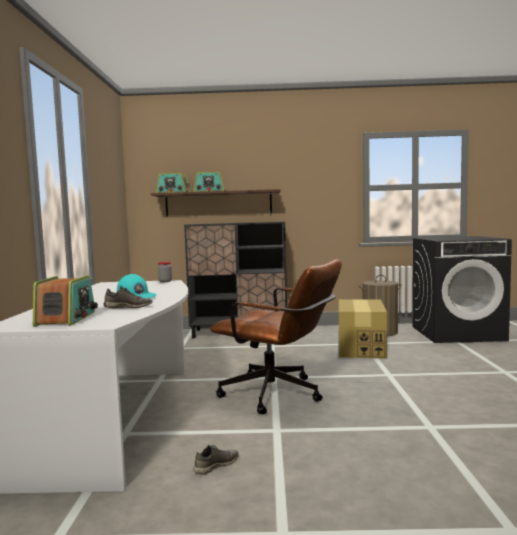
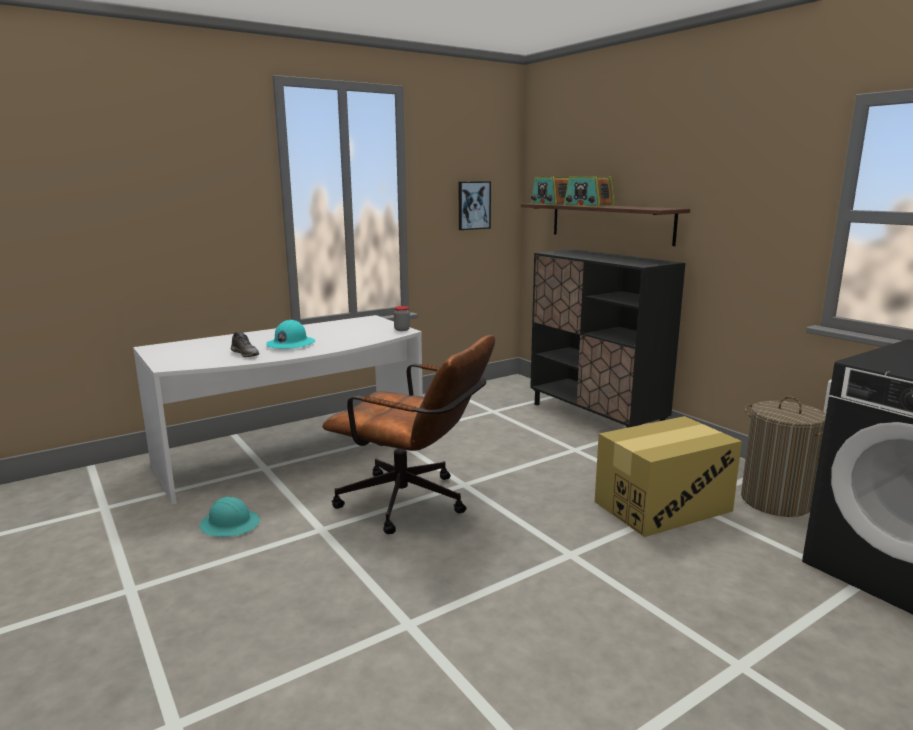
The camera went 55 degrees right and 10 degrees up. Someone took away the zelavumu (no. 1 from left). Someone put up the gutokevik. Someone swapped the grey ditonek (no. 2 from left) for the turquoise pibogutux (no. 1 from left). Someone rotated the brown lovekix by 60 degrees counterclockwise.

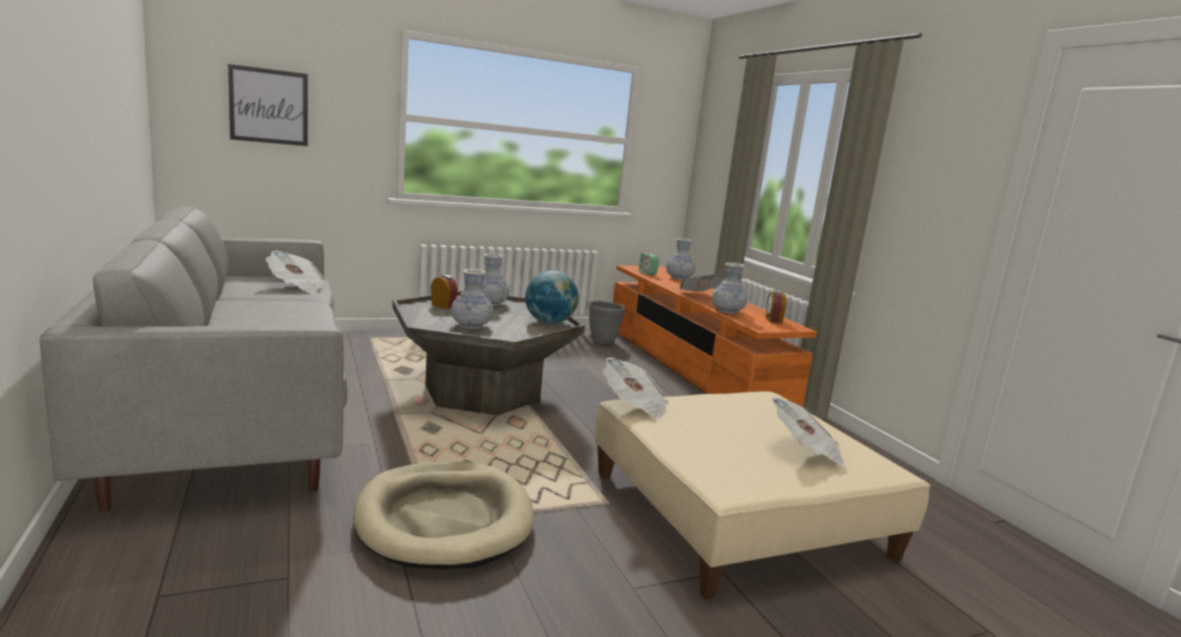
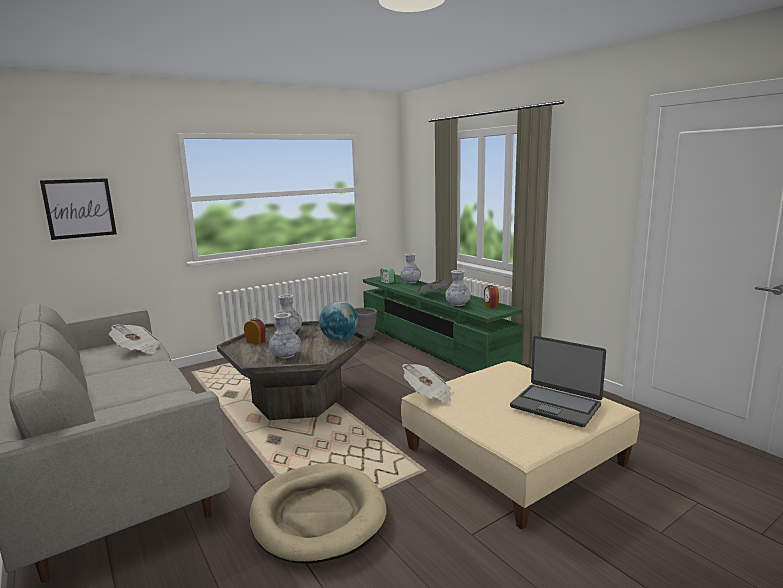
The camera went 10 degrees left and 0 degrees up. Someone swapped the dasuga (no. 4 from left) for the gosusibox. Someone repainted the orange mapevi, which became the green mapevi.

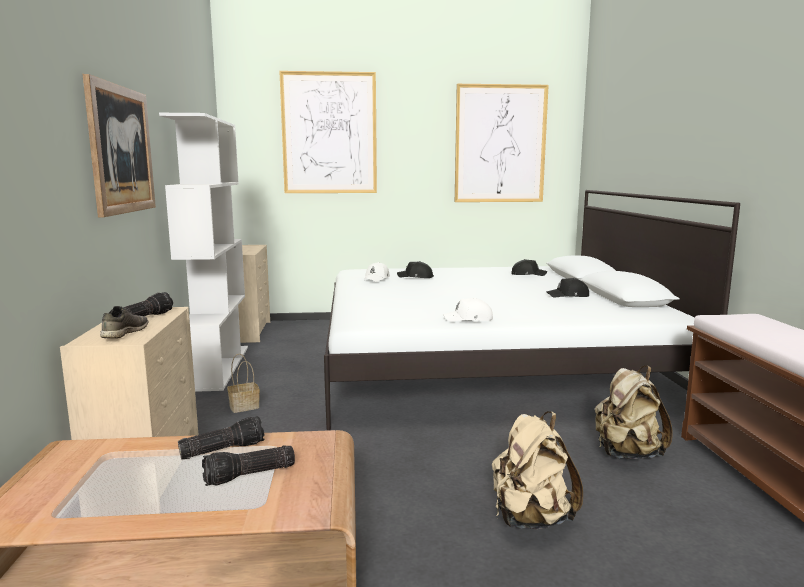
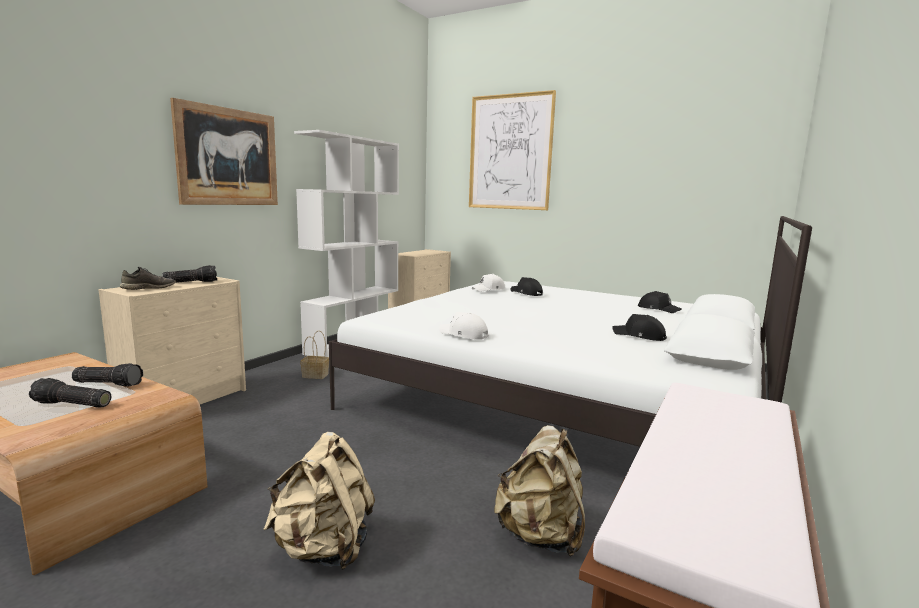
The camera went 35 degrees right and 0 degrees up. Someone took away the gutokevik (no. 3 from left).

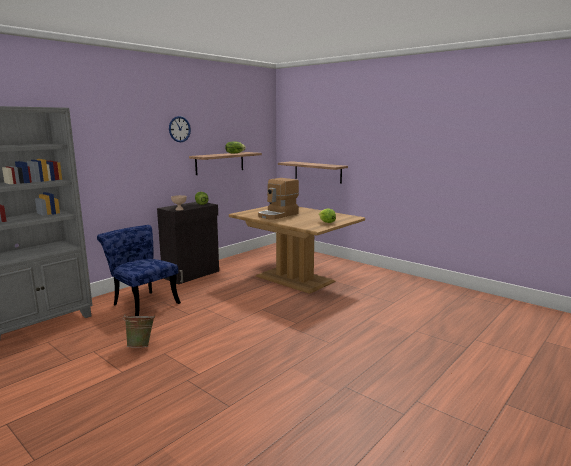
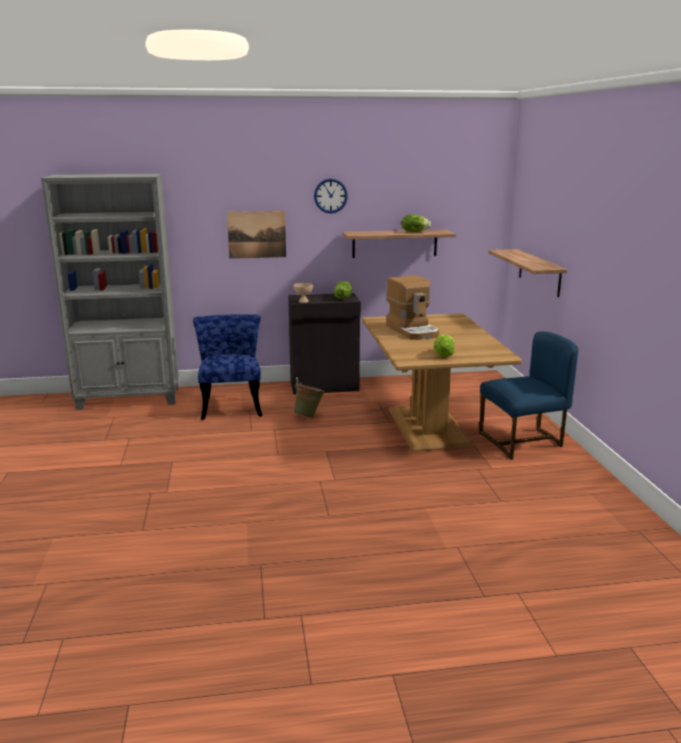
The camera went 40 degrees right and 5 degrees up. Someone put up the gutokevik. Someone put down the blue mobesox (no. 2 from left). Someone carried the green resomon. Someone rotated the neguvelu by 105 degrees counterclockwise.

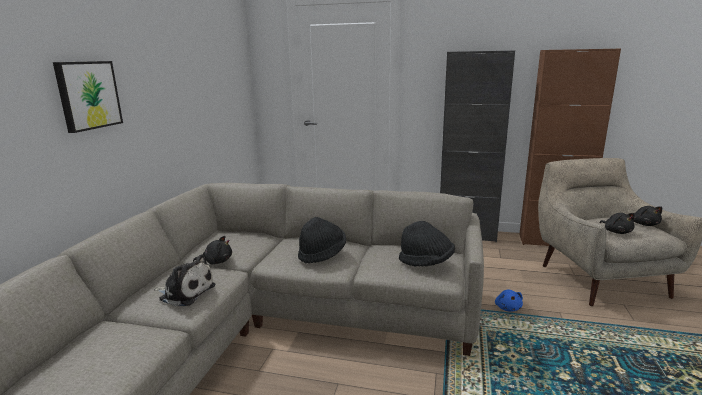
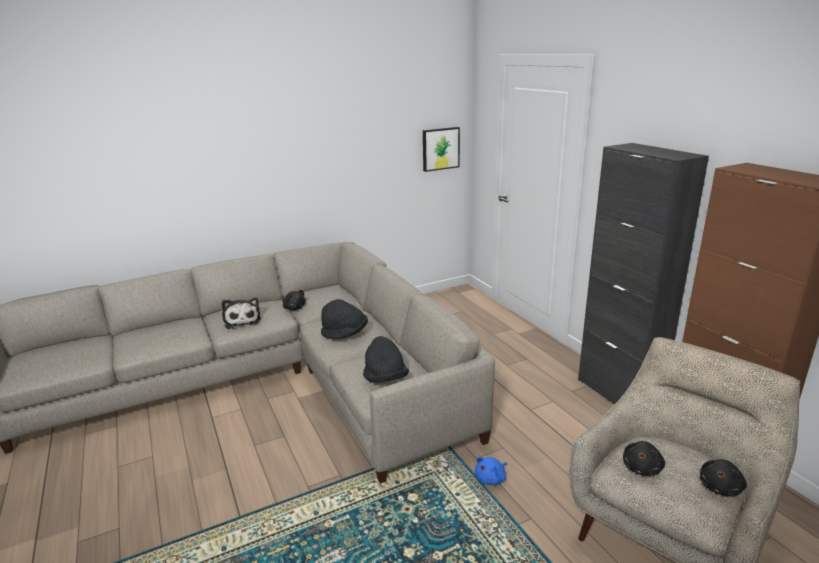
The camera went 50 degrees right and 5 degrees up. Someone carried the gutokevik.

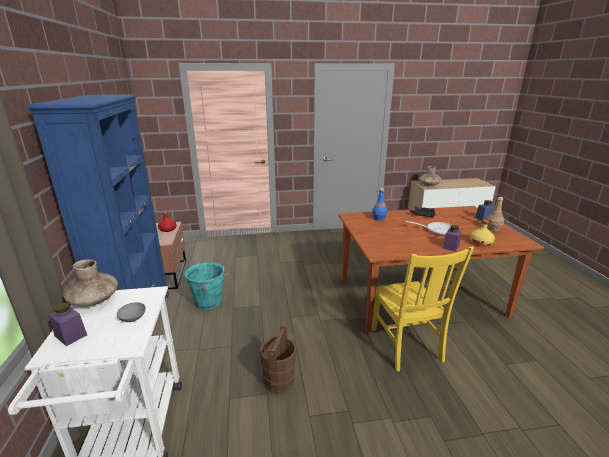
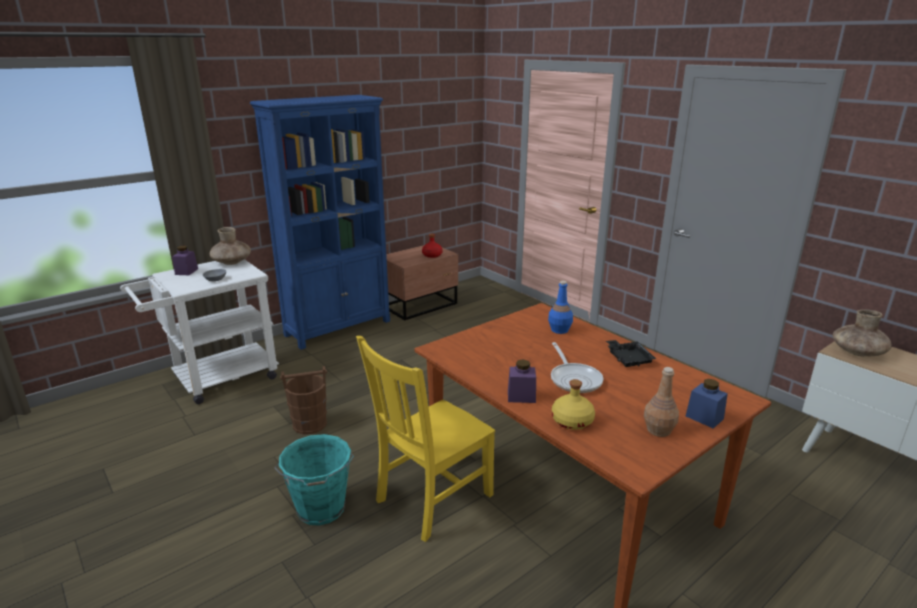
The camera went 60 degrees right and 0 degrees up. Someone carried the turquoise resomon.

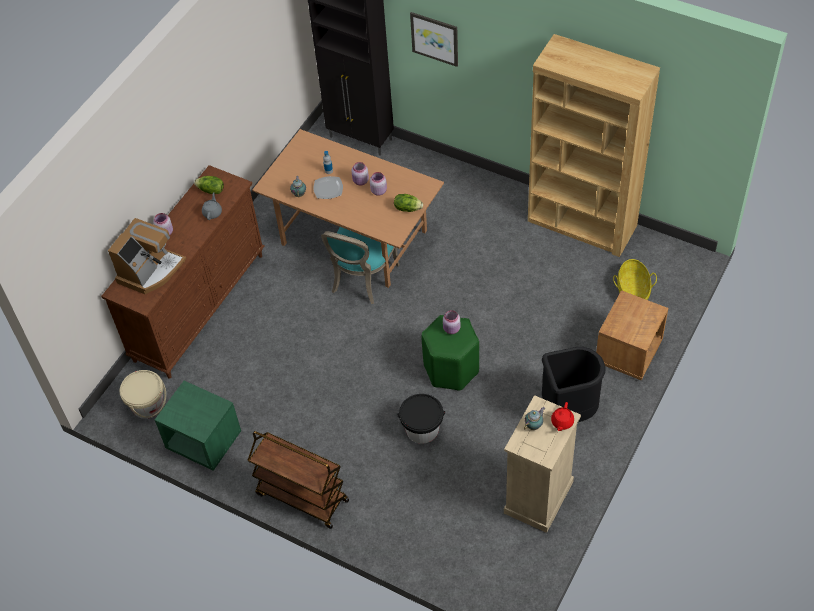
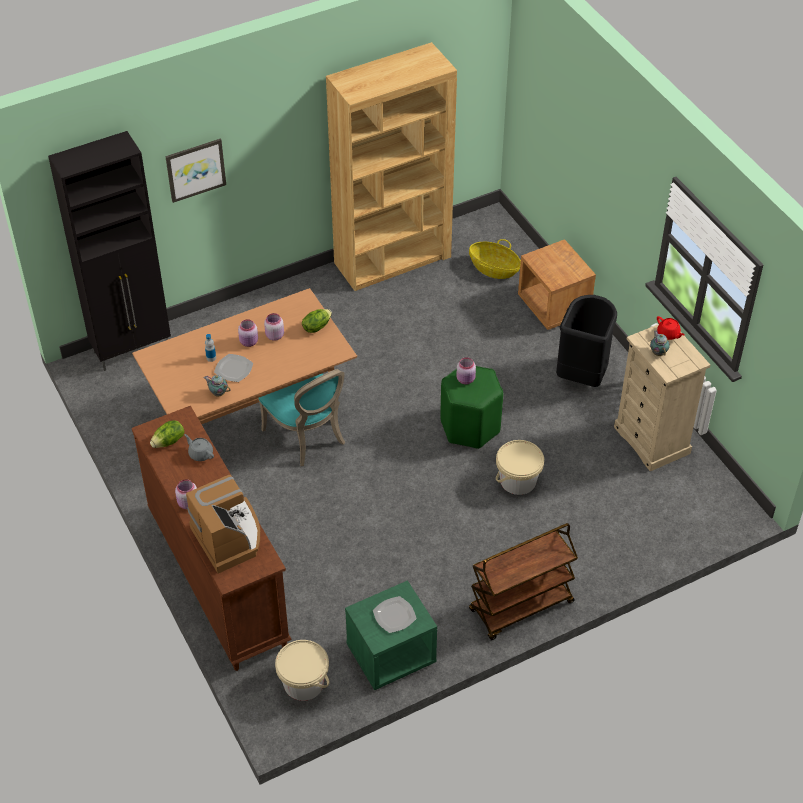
The camera went 60 degrees left and 5 degrees down. Someone put down the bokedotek (no. 2 from left). Someone repainted the black resomon, which became the beige resomon (no. 2 from left).

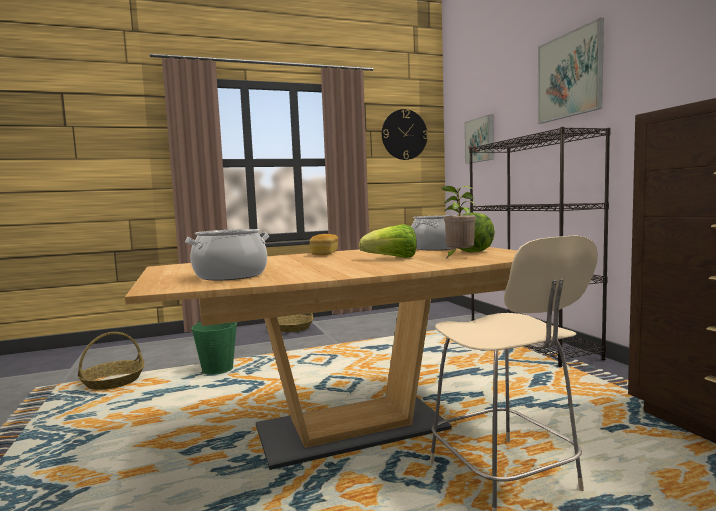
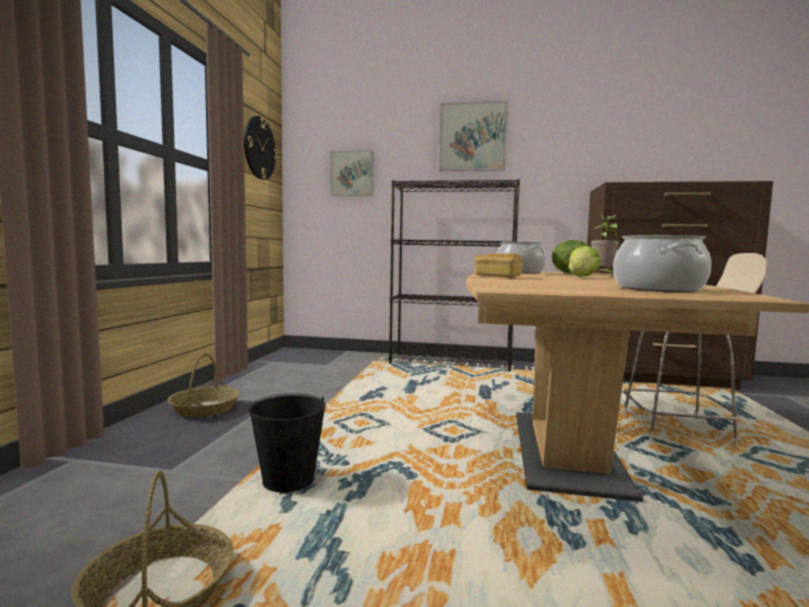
The camera went 60 degrees left and 0 degrees up. Someone repainted the green resomon, which became the black resomon.

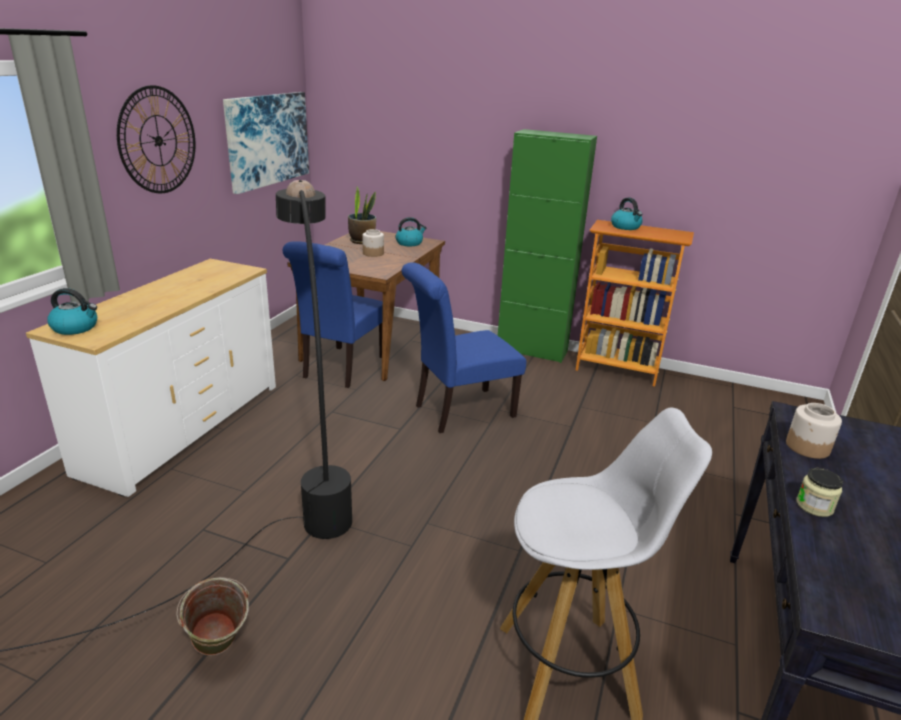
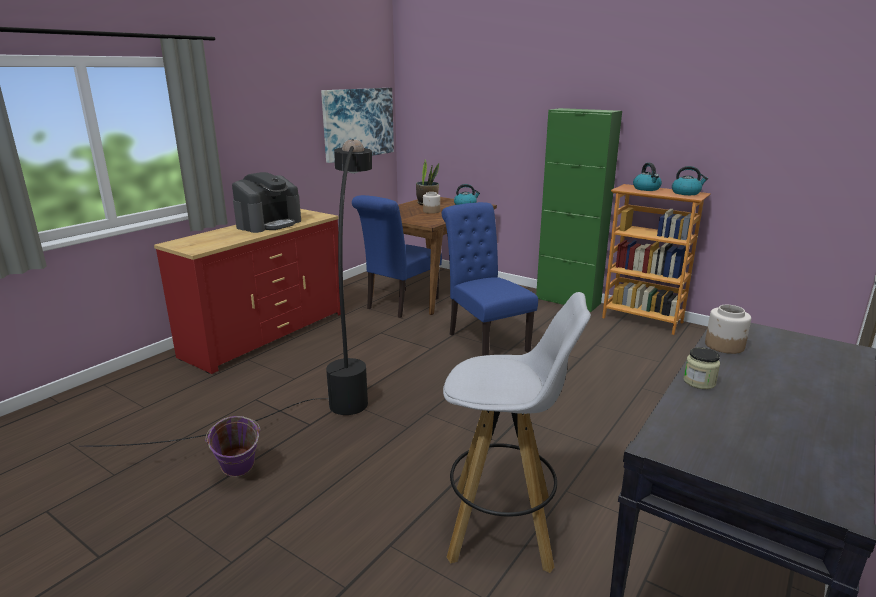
The camera went 15 degrees right and 5 degrees down. Someone took away the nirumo. Someone put down the neguvelu. Someone carried the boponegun (no. 1 from left in the first image). Someone repainted the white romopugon, which became the red romopugon. Someone repainted the green resomon, which became the purple resomon. Someone rotated the blue mobesox (no. 2 from left) by 75 degrees clockwise.

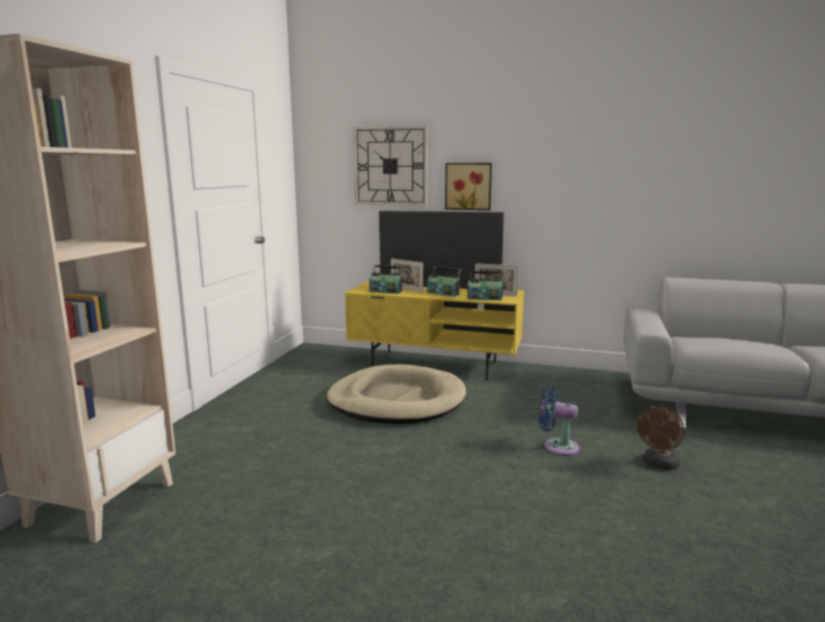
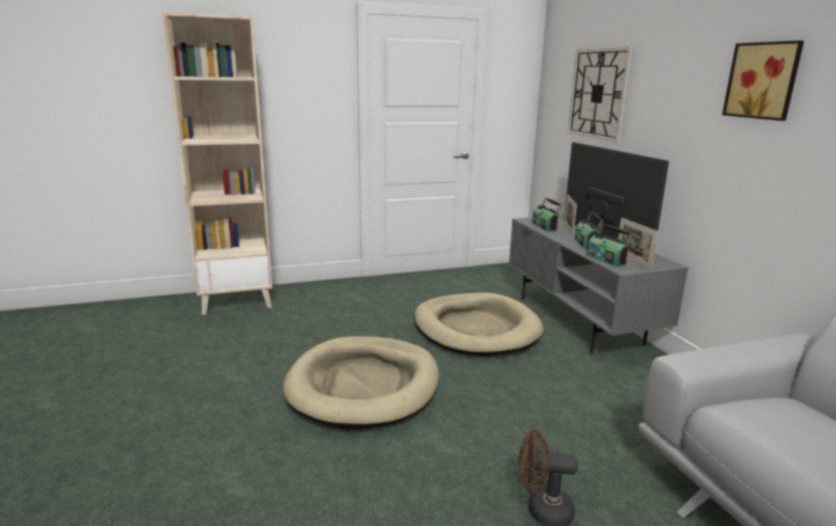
The camera went 55 degrees right and 5 degrees up. Someone took away the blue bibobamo. Someone put down the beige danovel (no. 1 from left). Someone carried the gutokevik. Someone repainted the yellow mapevi, which became the grey mapevi.

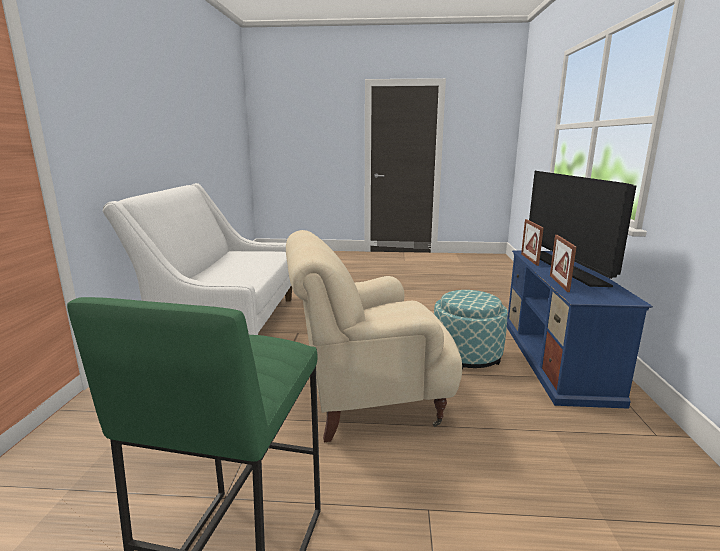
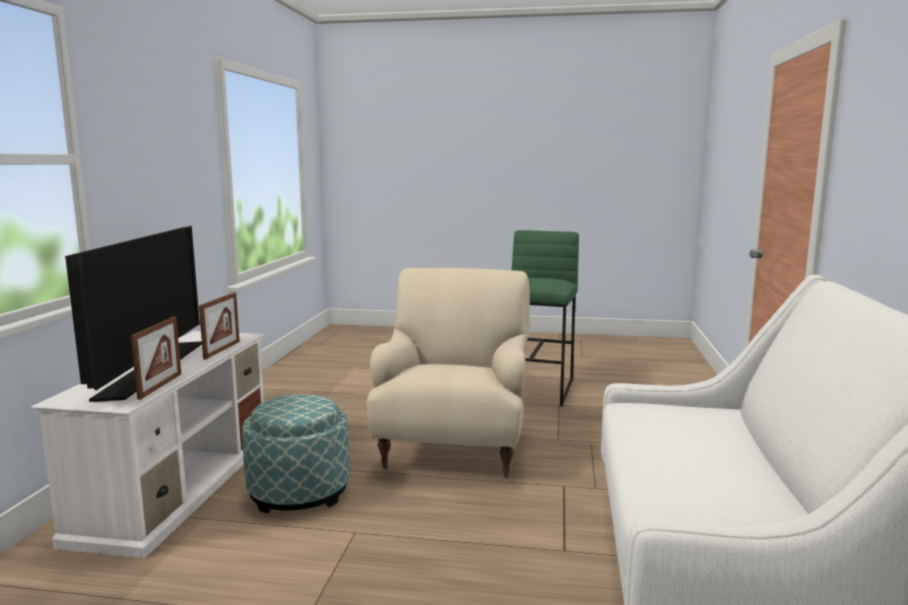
The camera went 175 degrees left and 5 degrees down. Someone repainted the blue mapevi, which became the white mapevi. Someone rotated the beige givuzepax by 75 degrees counterclockwise.

